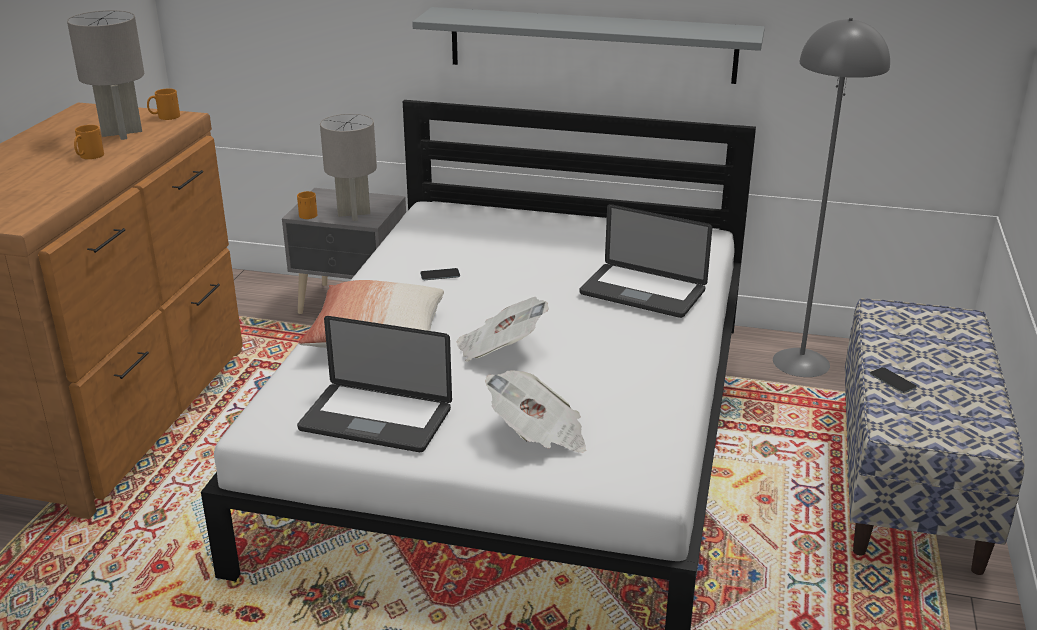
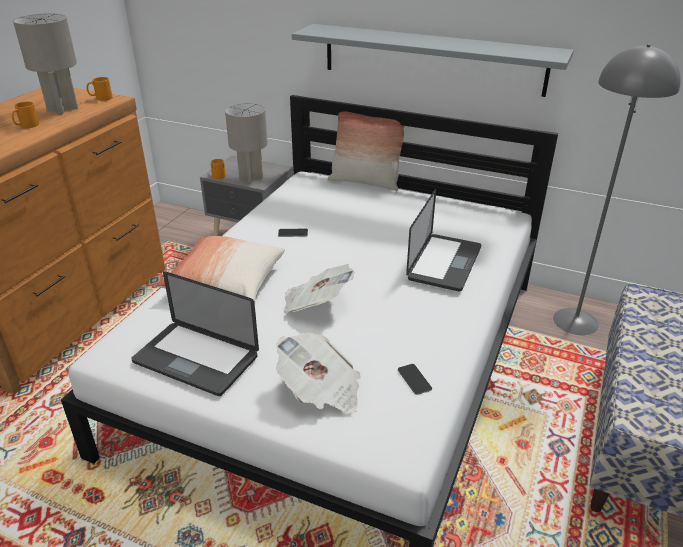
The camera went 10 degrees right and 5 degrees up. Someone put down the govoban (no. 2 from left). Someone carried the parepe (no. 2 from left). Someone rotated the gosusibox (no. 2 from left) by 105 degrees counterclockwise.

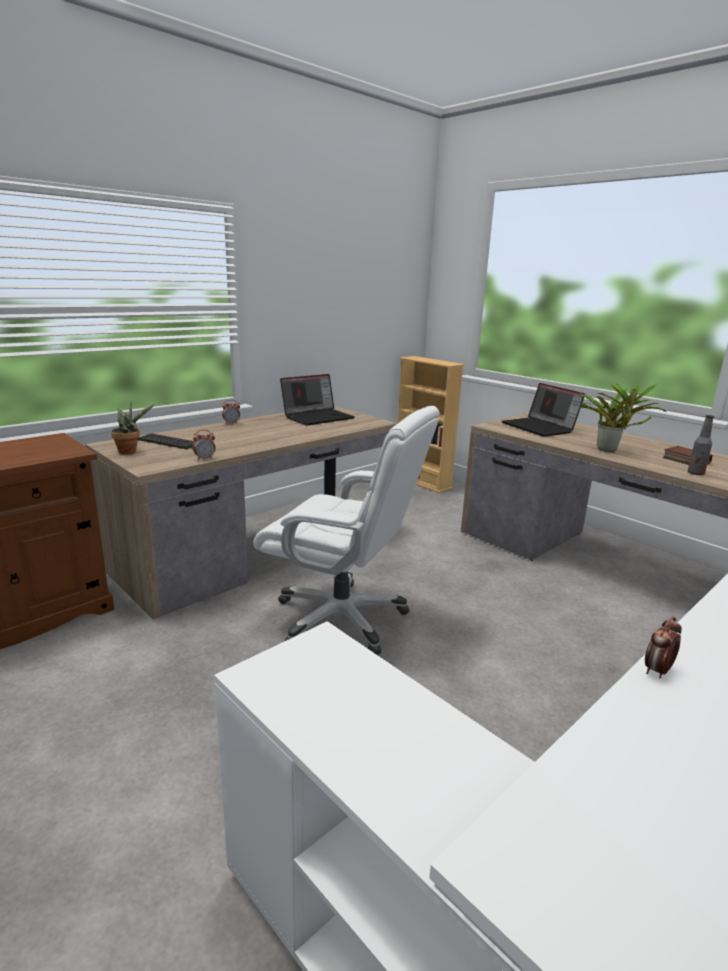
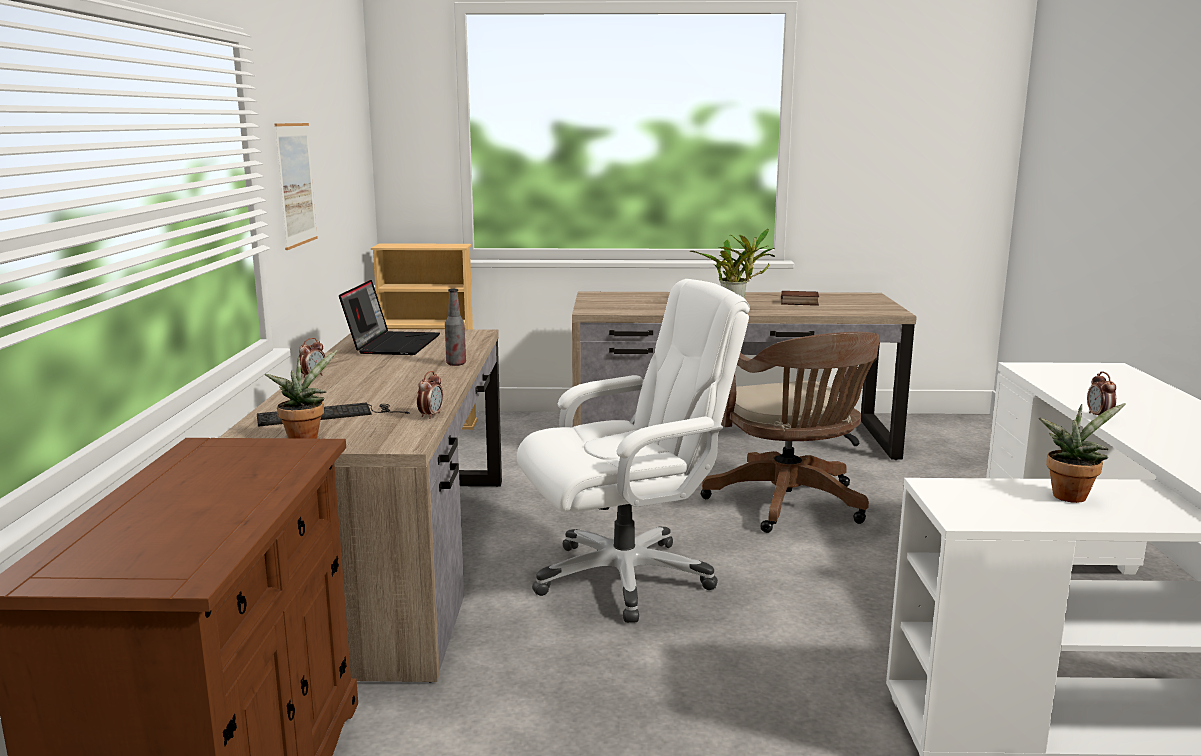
The camera went 45 degrees left and 5 degrees down. Someone took away the gosusibox (no. 2 from left). Someone put up the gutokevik. Someone put down the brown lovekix. Someone put down the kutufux (no. 3 from left). Someone carried the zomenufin.

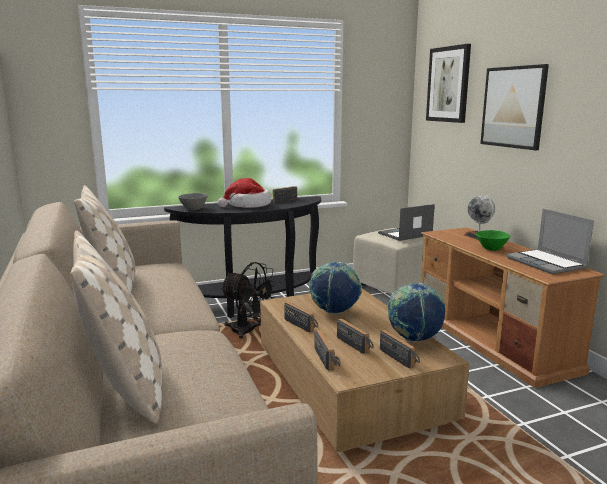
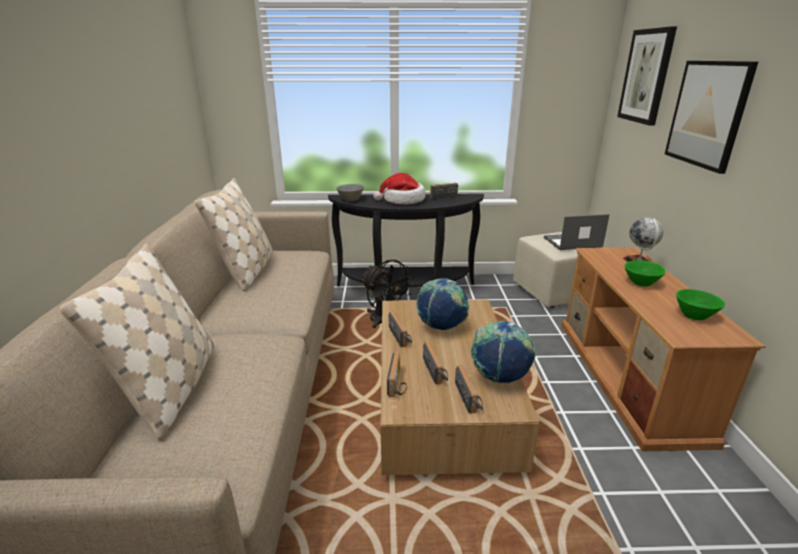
The camera went 20 degrees right and 10 degrees up. Someone swapped the gosusibox (no. 2 from left) for the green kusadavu (no. 2 from left).

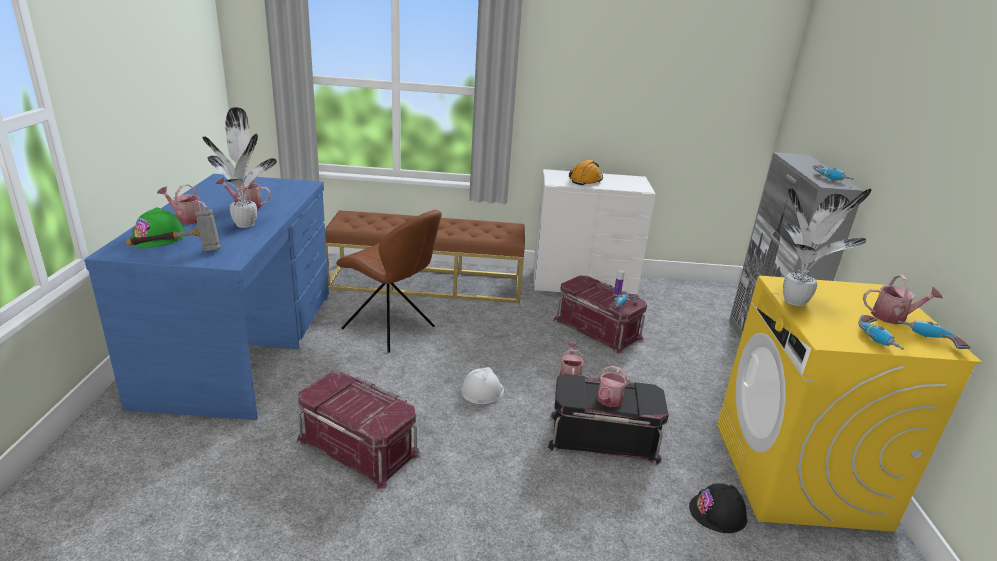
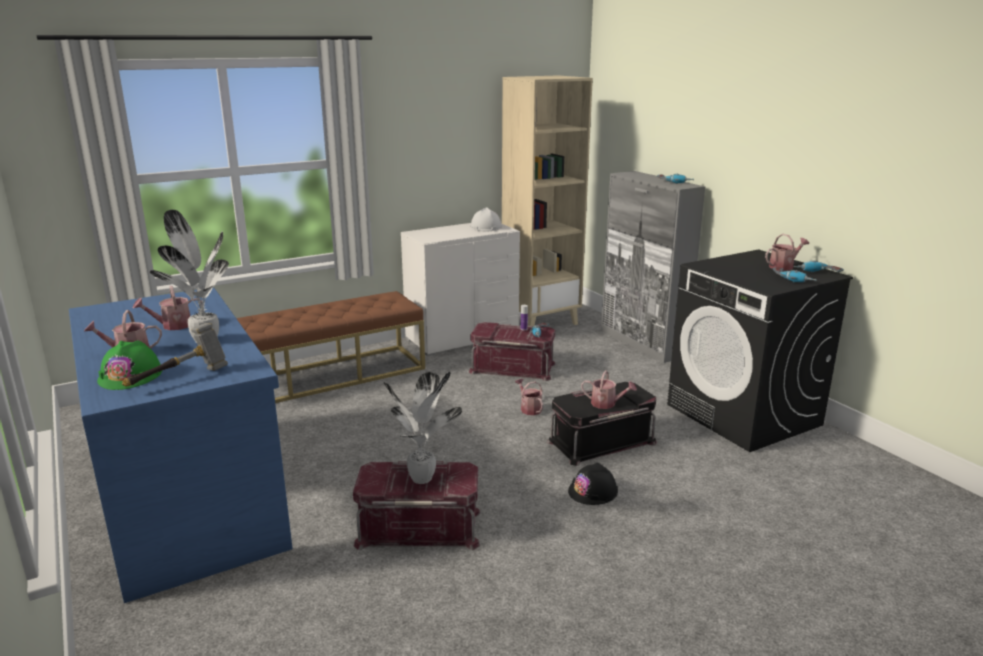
The camera went 30 degrees left and 5 degrees down. Someone took away the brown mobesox. Someone took away the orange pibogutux. Someone put down the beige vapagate. Someone carried the white pibogutux. Someone carried the black pibogutux. Someone carried the kutufux (no. 2 from left). Someone repainted the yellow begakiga, which became the black begakiga. Someone rotated the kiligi (no. 4 from left) by 60 degrees counterclockwise.

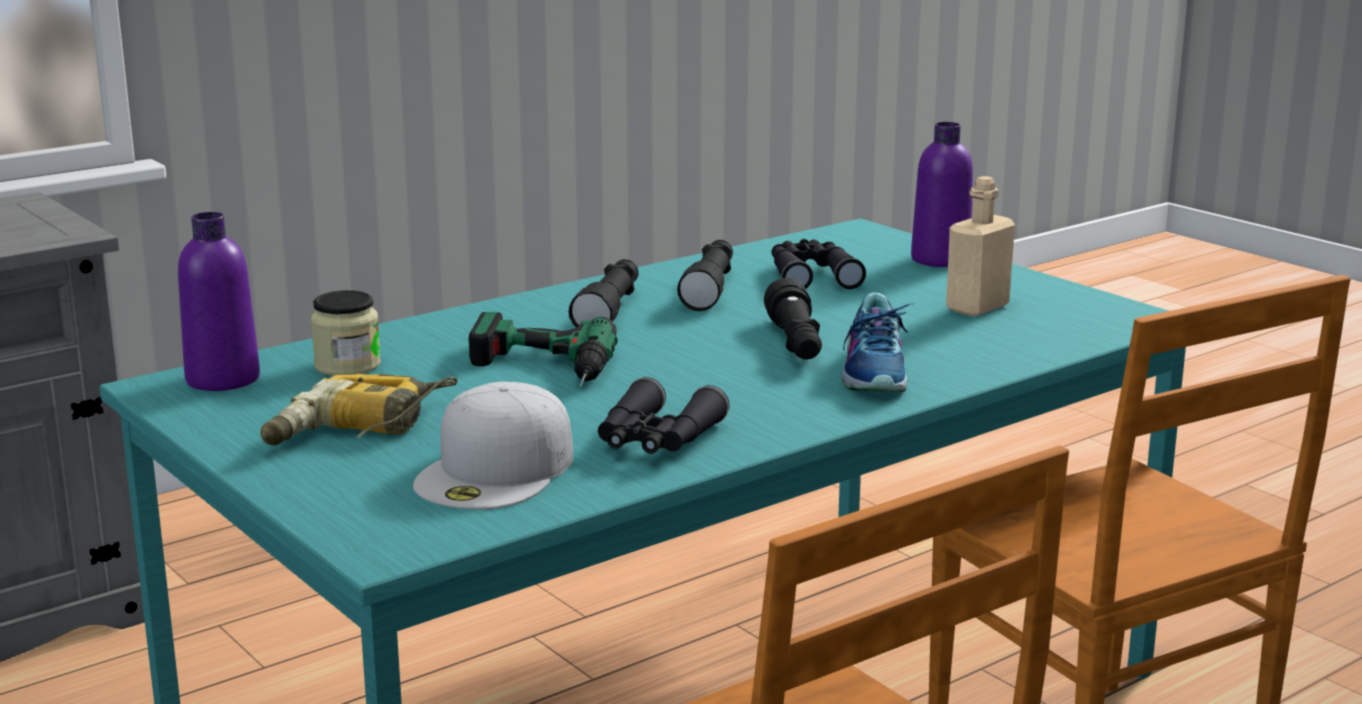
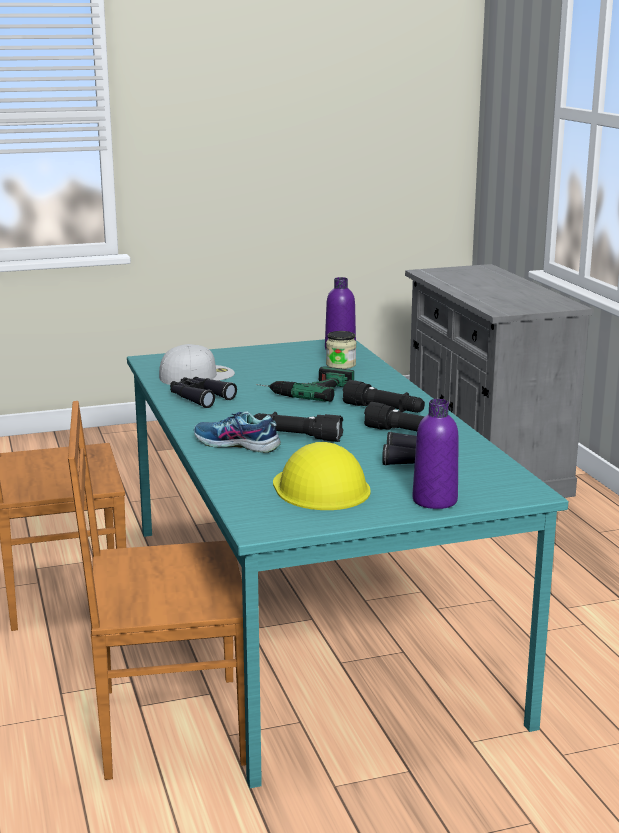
The camera went 110 degrees right and 0 degrees up. Someone took away the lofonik (no. 1 from left). Someone swapped the beige zomenufin for the yellow pibogutux. Someone rotated the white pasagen by 105 degrees clockwise.

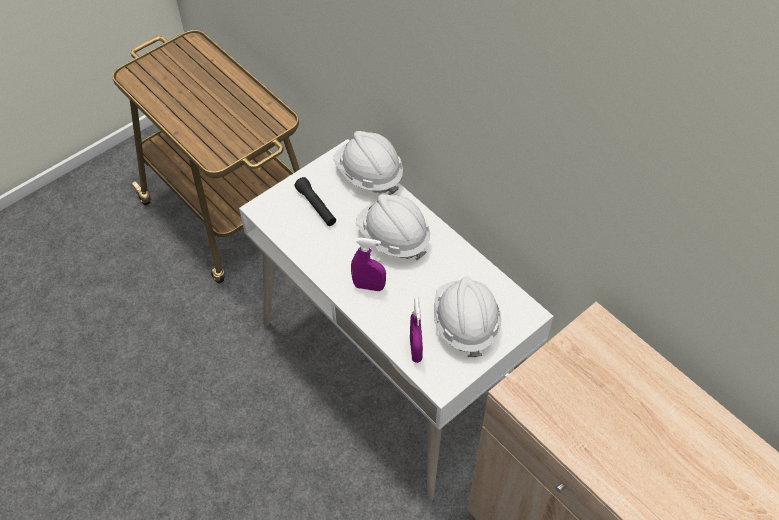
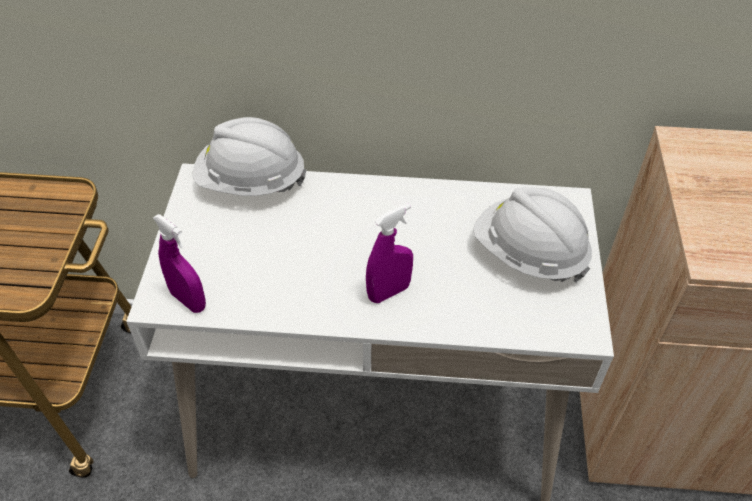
The camera went 45 degrees left and 5 degrees down. Someone took away the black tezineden. Someone took away the white pibogutux (no. 2 from left). Someone carried the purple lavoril (no. 2 from left in the first image).

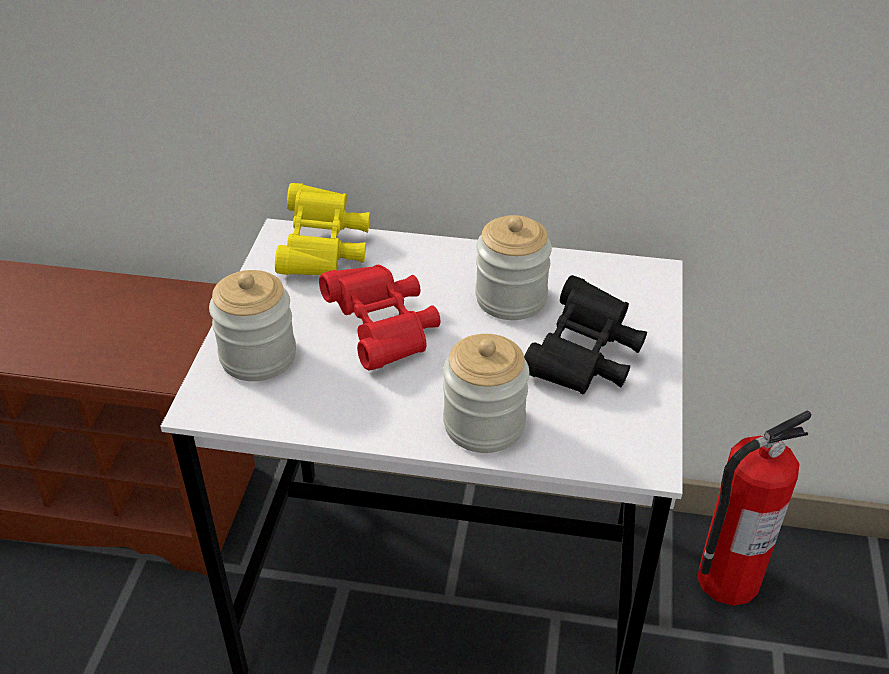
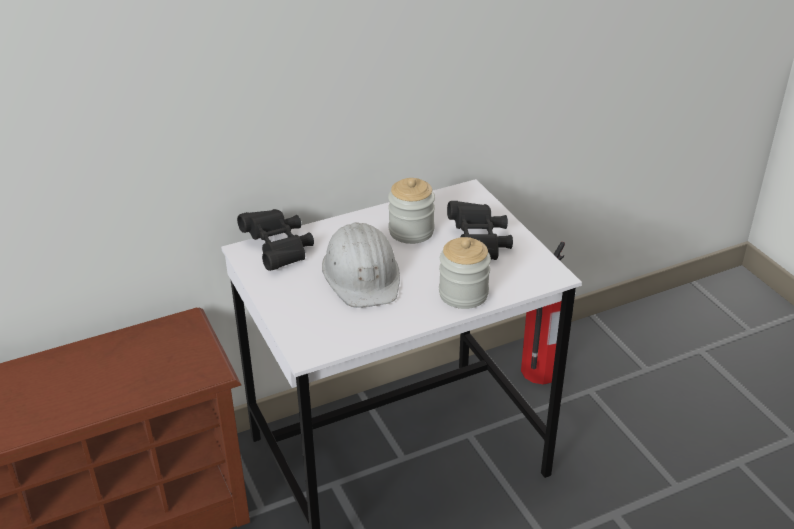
The camera went 35 degrees left and 5 degrees down. Someone took away the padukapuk (no. 1 from left). Someone swapped the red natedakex for the white pibogutux. Someone repainted the yellow natedakex, which became the black natedakex (no. 1 from left).

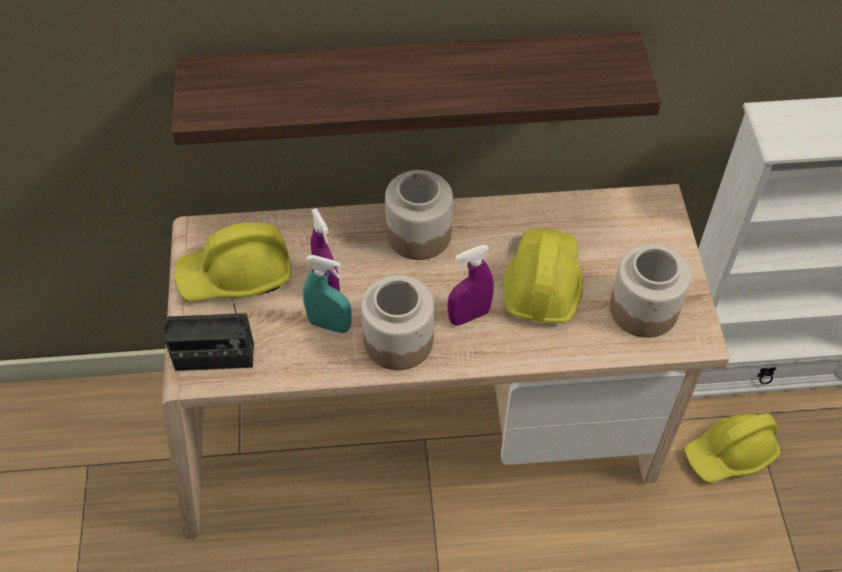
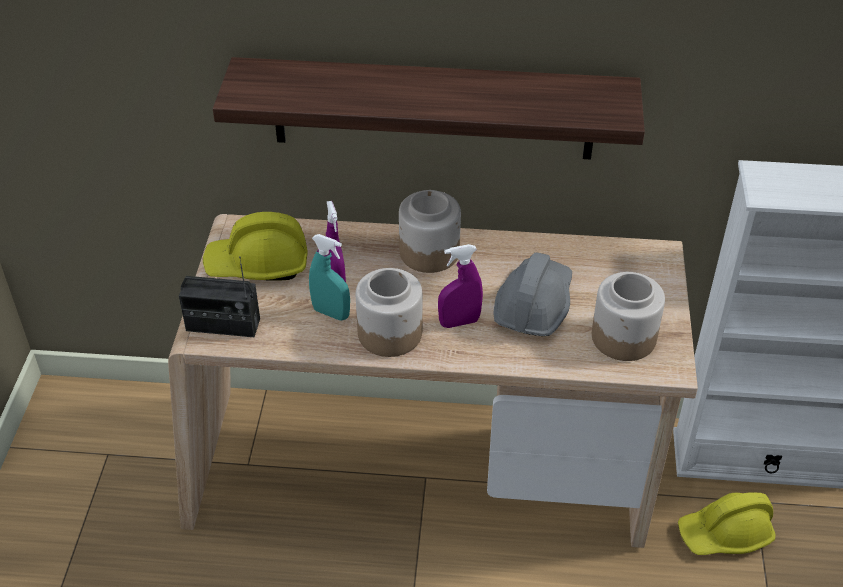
The camera went 10 degrees right and 10 degrees down. Someone repainted the yellow pibogutux (no. 2 from left), which became the grey pibogutux.

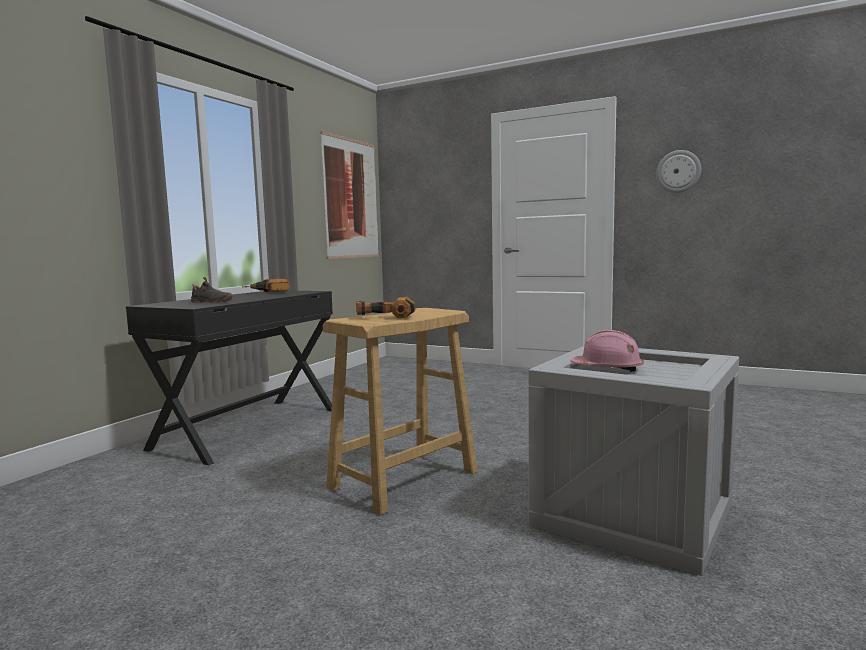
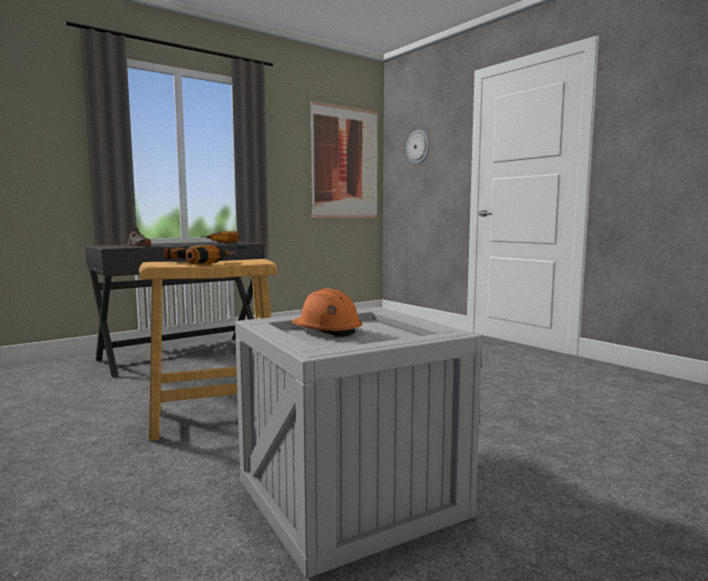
The camera went 25 degrees right and 0 degrees up. Someone carried the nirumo. Someone repainted the pink pibogutux, which became the orange pibogutux.

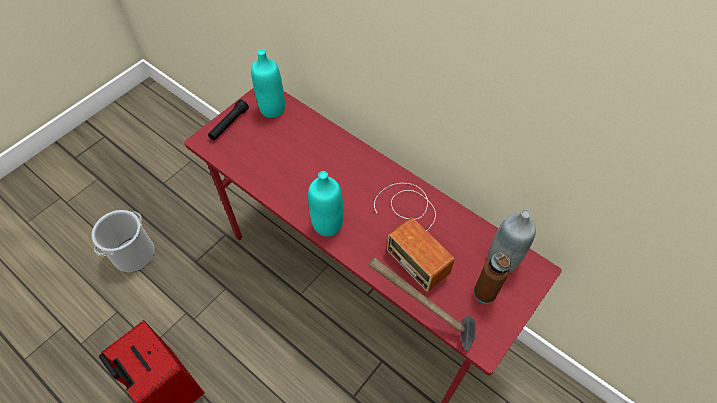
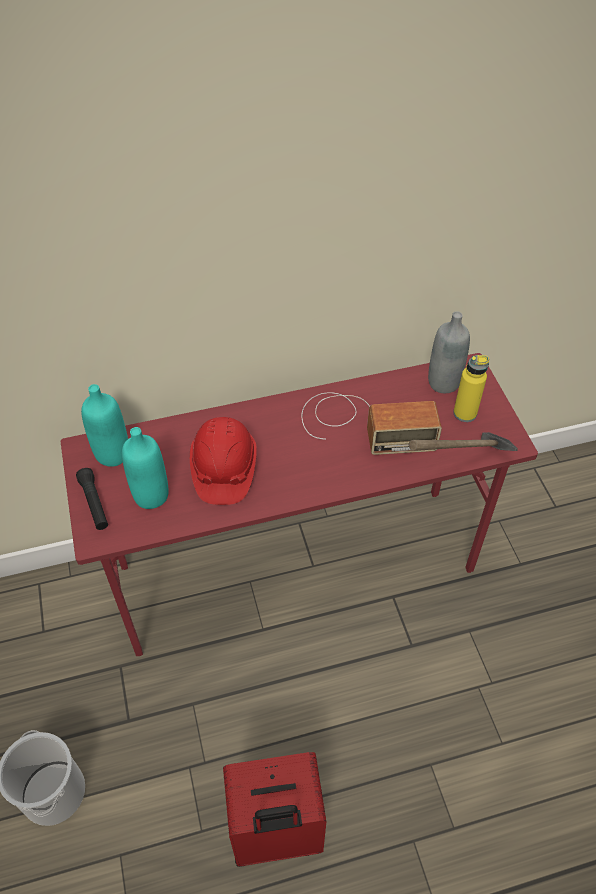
The camera went 55 degrees left and 5 degrees down. Someone put down the red pibogutux. Someone carried the turquoise zomenufin (no. 2 from left). Someone repainted the brown zomenufin, which became the yellow zomenufin.

